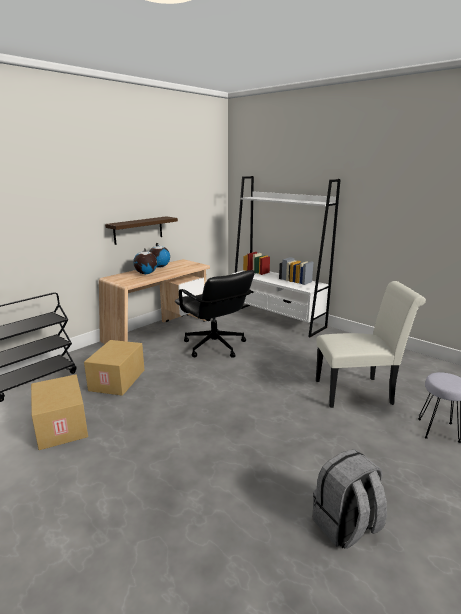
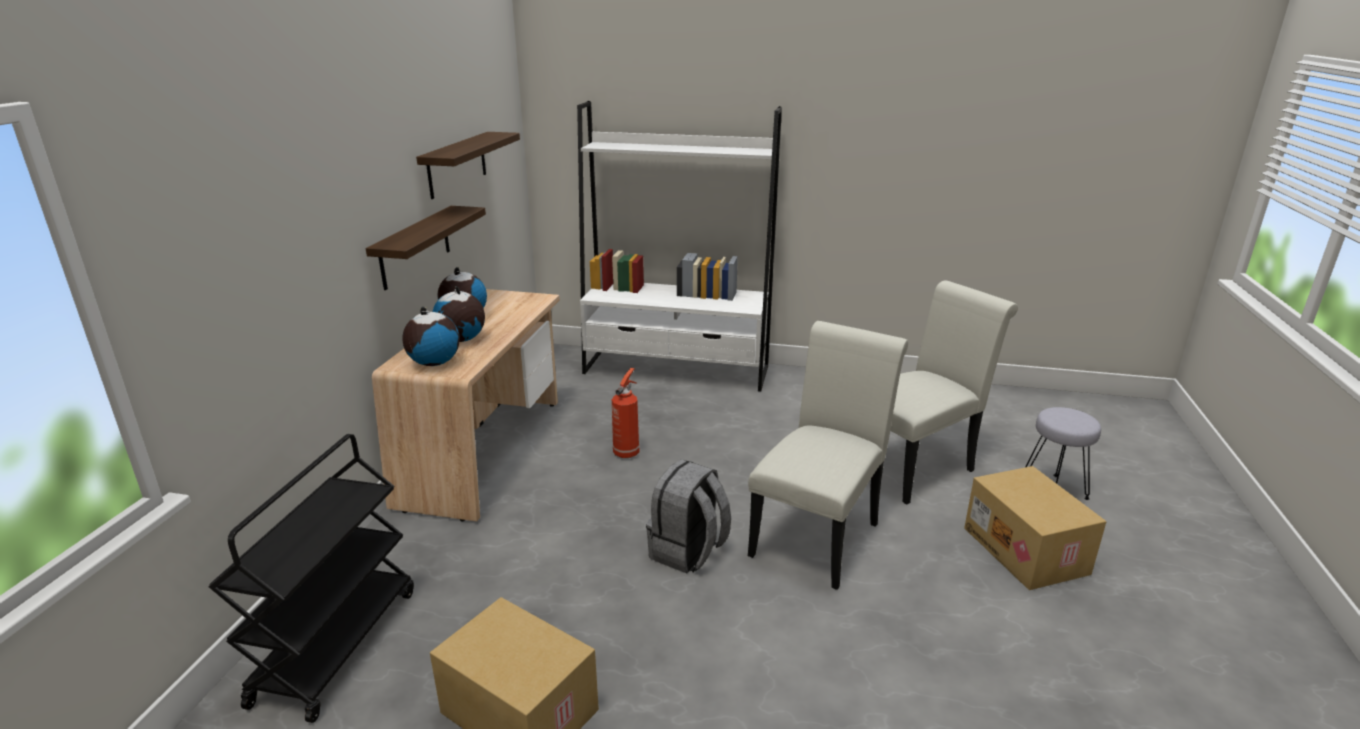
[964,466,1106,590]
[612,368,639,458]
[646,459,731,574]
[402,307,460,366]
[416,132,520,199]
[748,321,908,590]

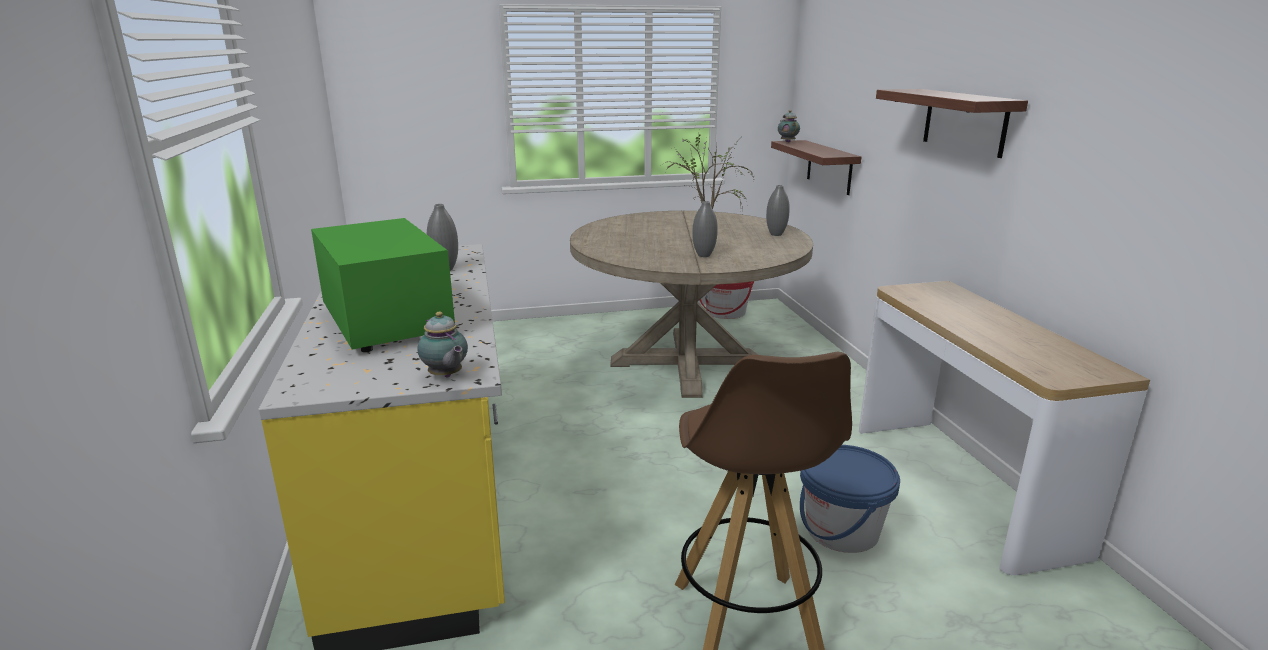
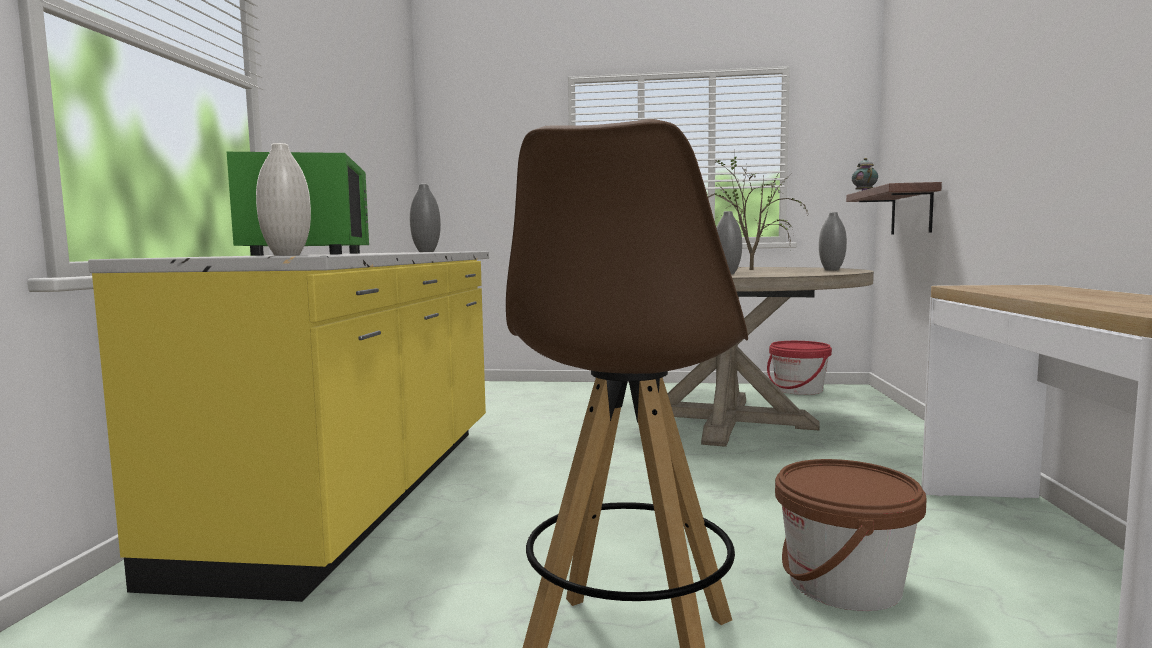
[256,143,311,256]
[775,459,927,611]
[876,89,1028,158] (first image)

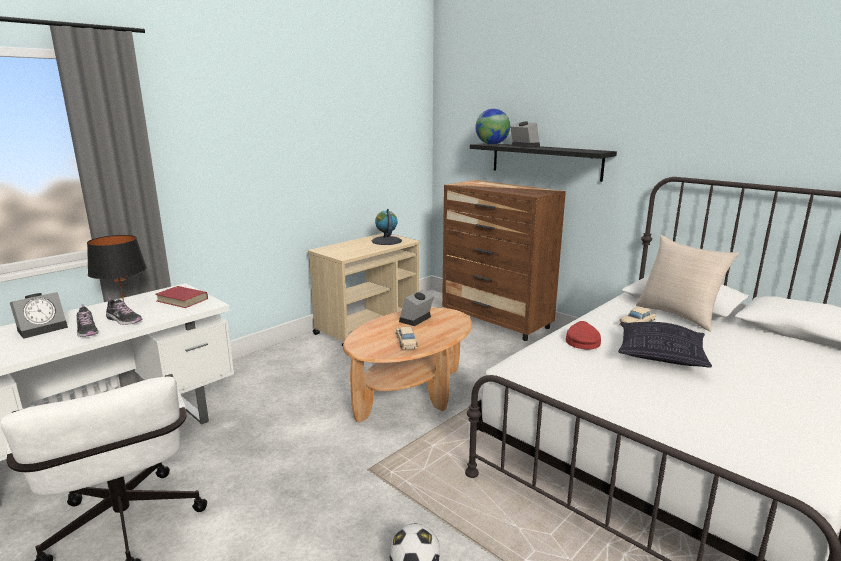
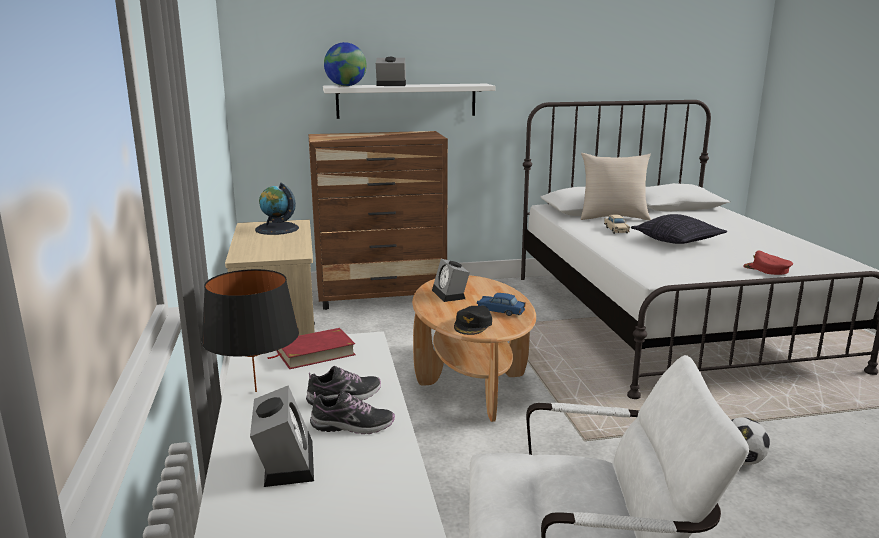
[477,293,526,316]
[323,84,496,119]
[743,250,793,275]
[454,306,492,335]

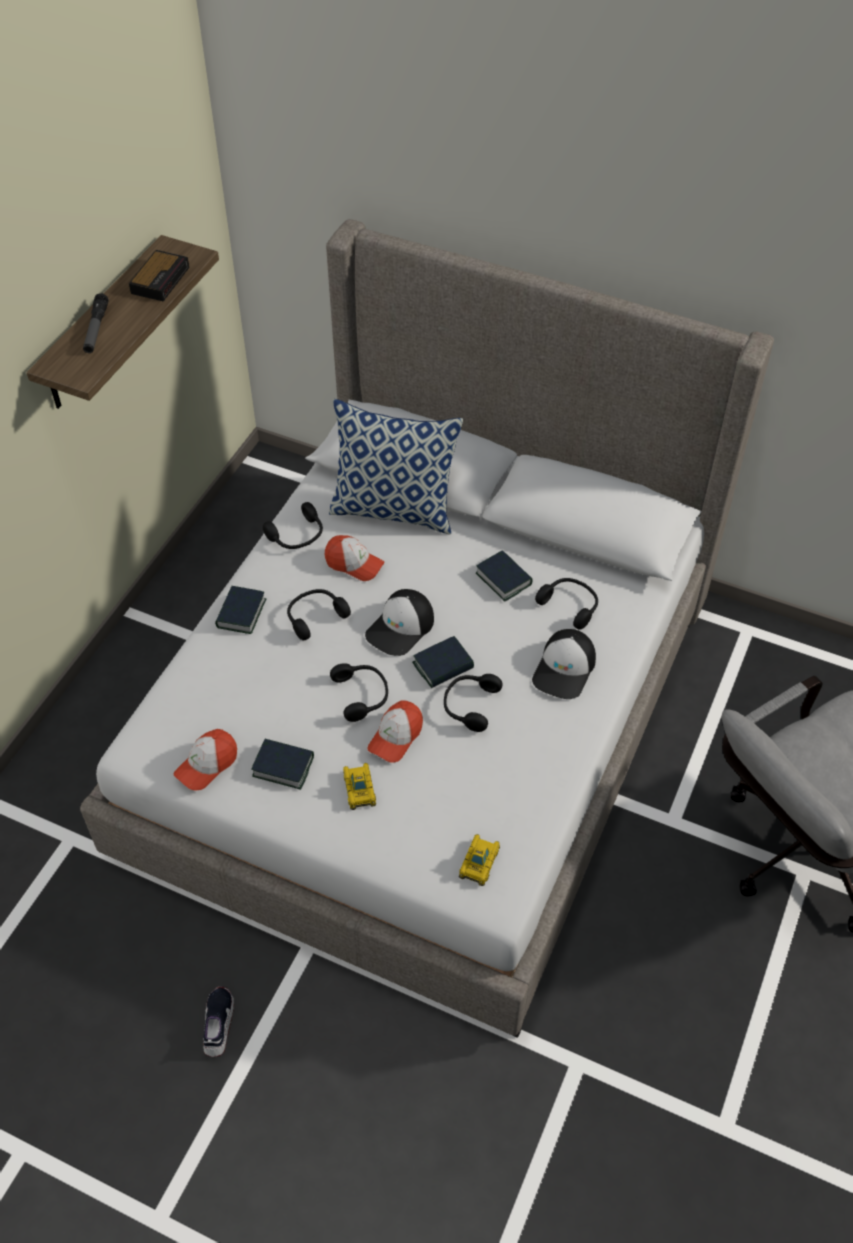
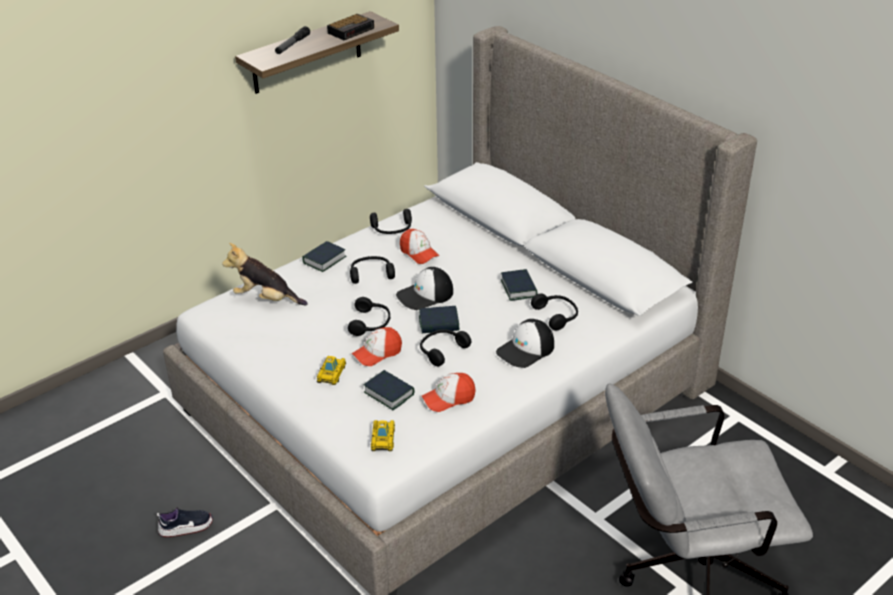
[422,373,476,412]
[157,507,213,537]
[363,370,414,410]
[329,399,463,534] (first image)
[371,420,395,451]
[222,243,308,305]

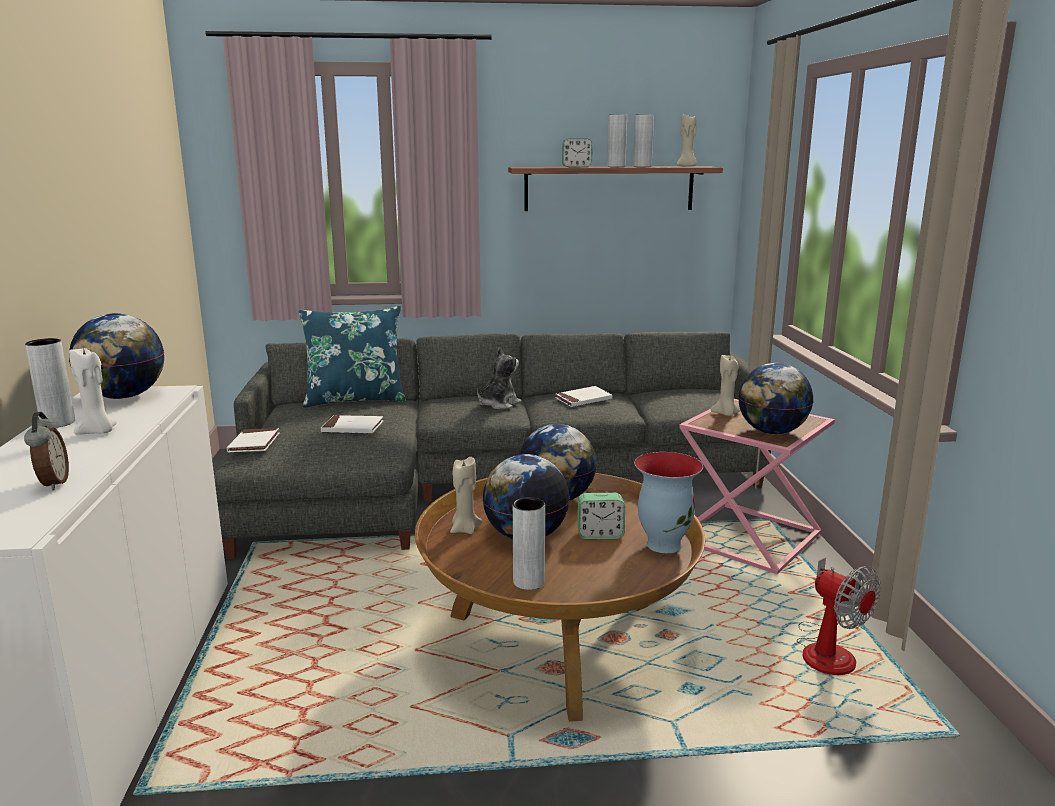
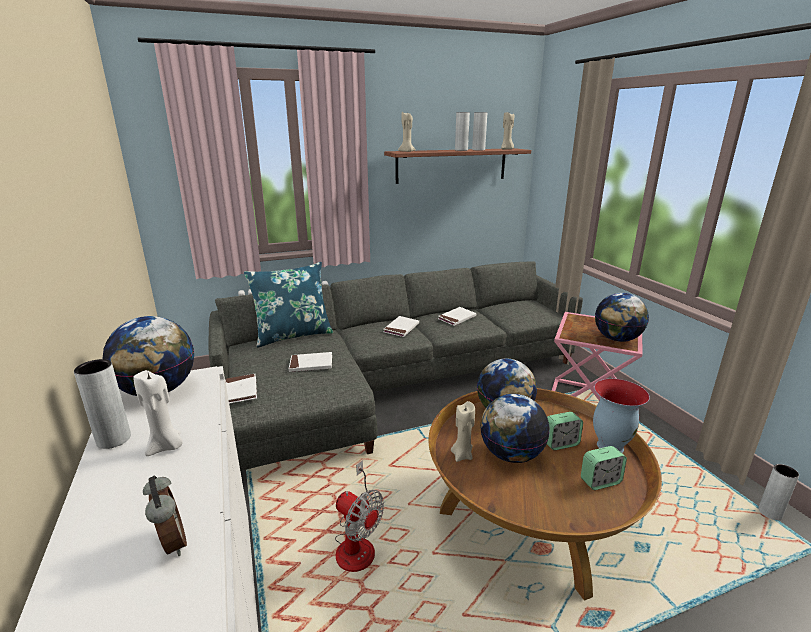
[384,316,419,337]
[758,464,799,521]
[581,446,627,490]
[398,112,416,152]
[335,460,384,572]

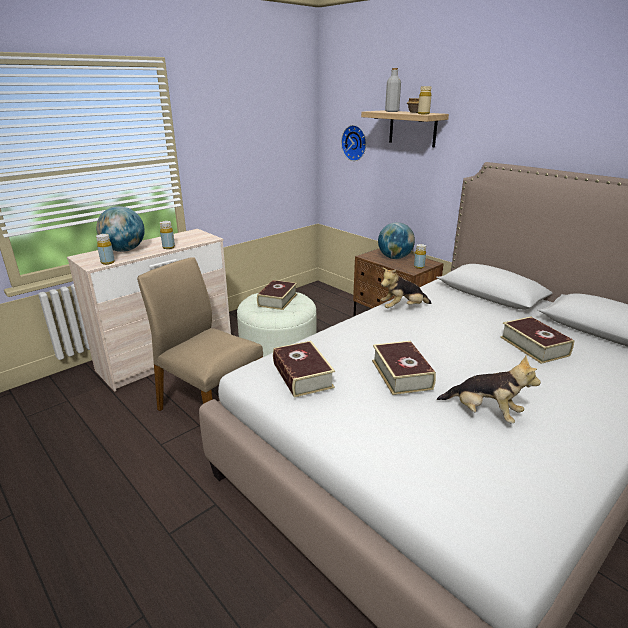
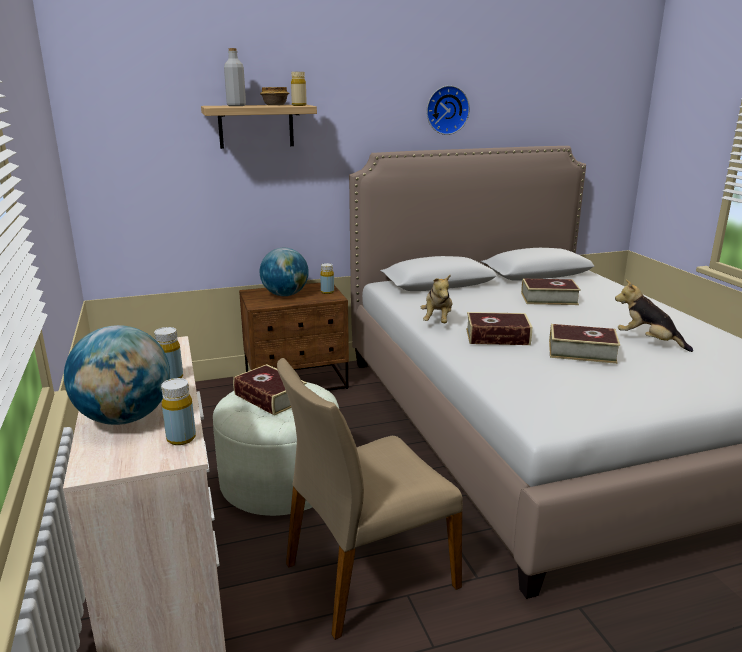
[466,312,532,345]
[427,85,470,135]
[615,280,693,352]

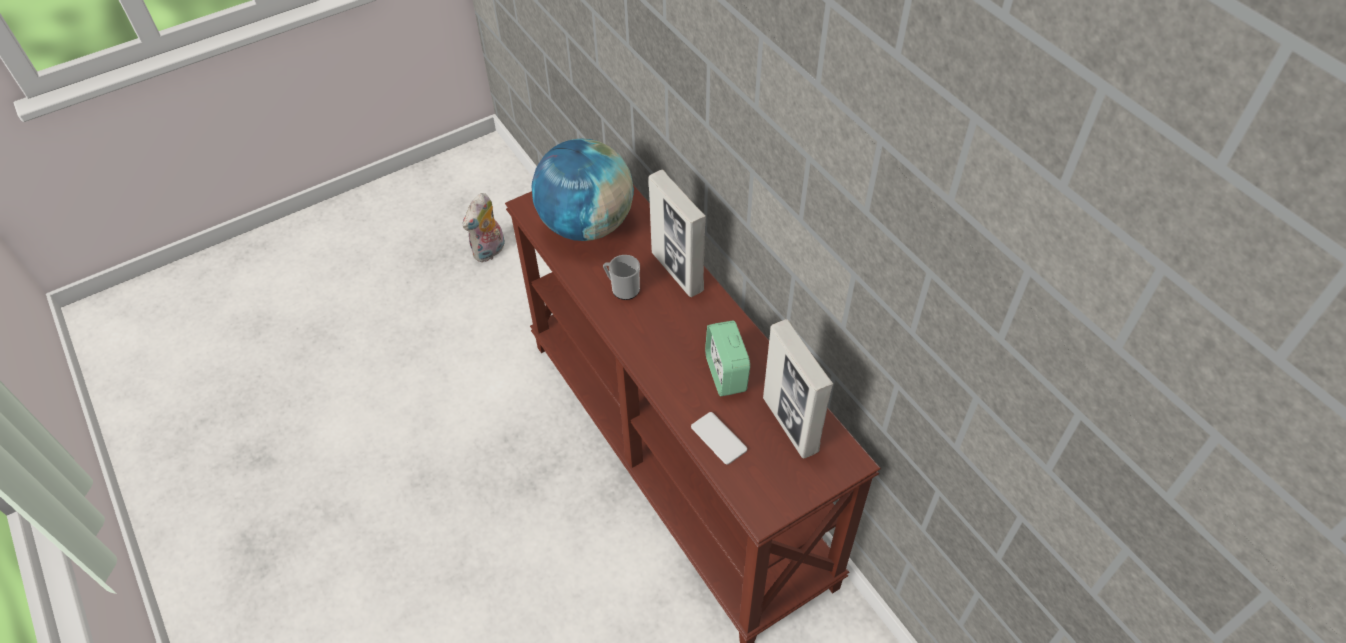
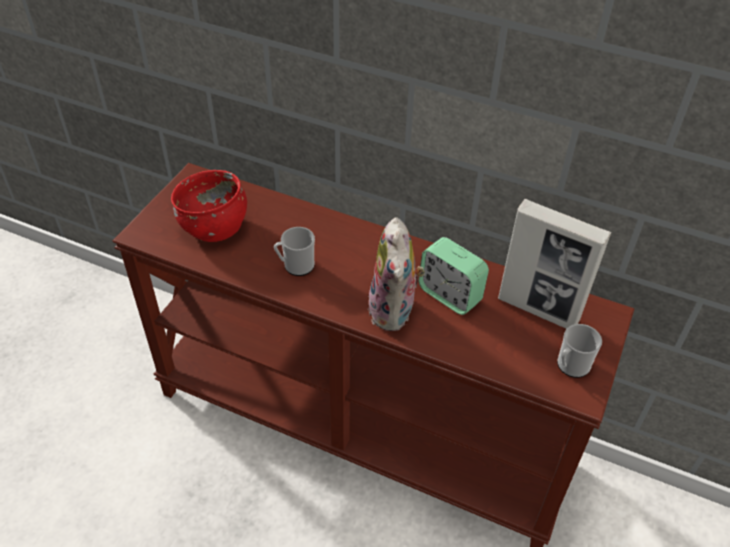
[368,217,425,331]
[171,170,247,242]
[649,170,706,297] (first image)
[691,412,747,465] (first image)
[557,324,602,378]

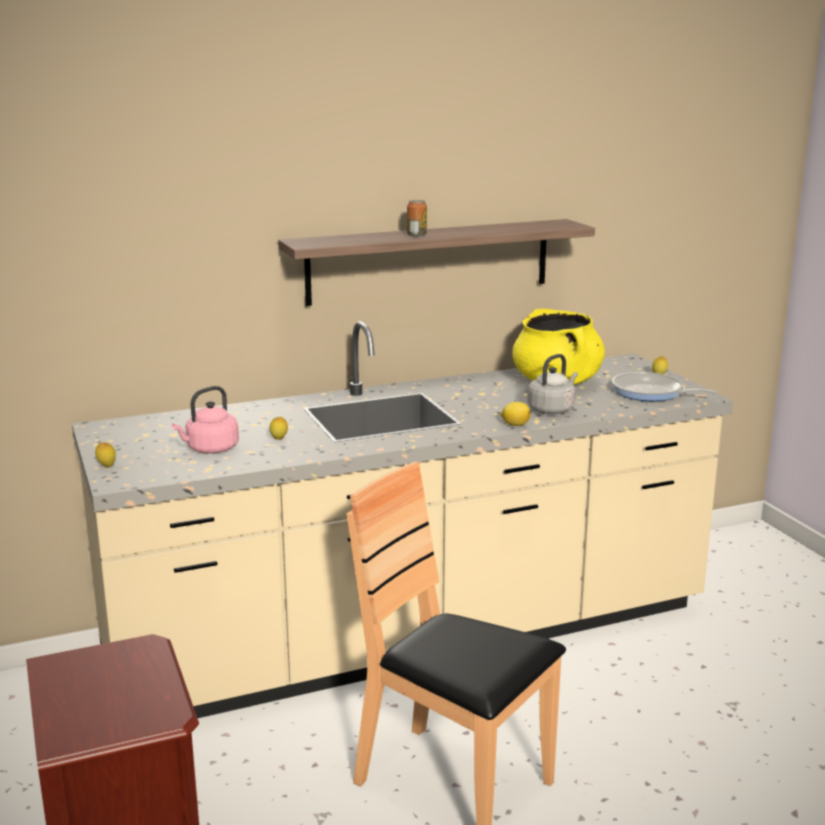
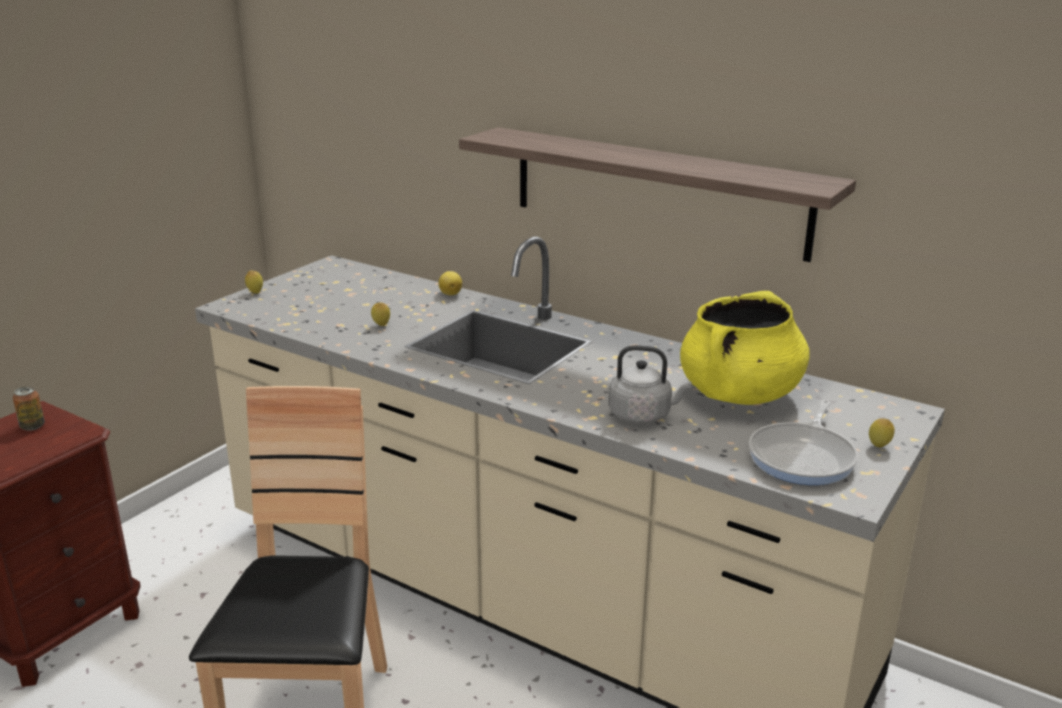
[172,386,239,454] (first image)
[13,386,45,431]
[438,271,462,295]
[749,400,858,485]

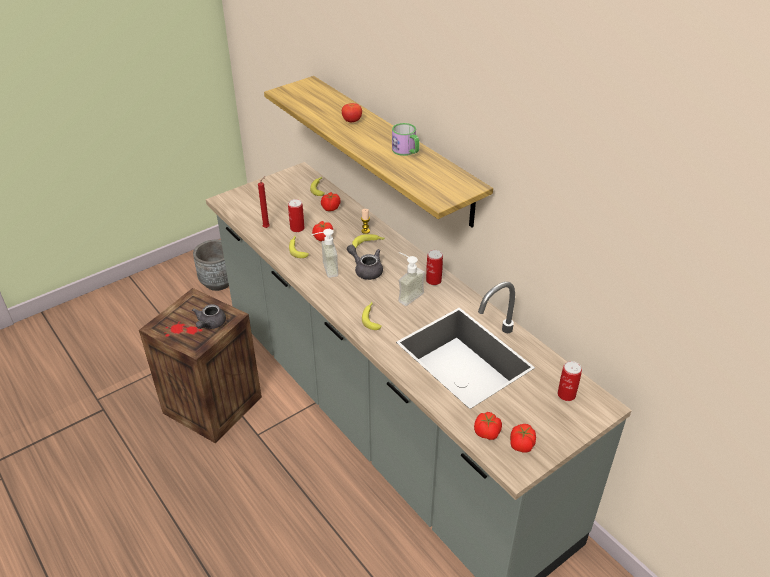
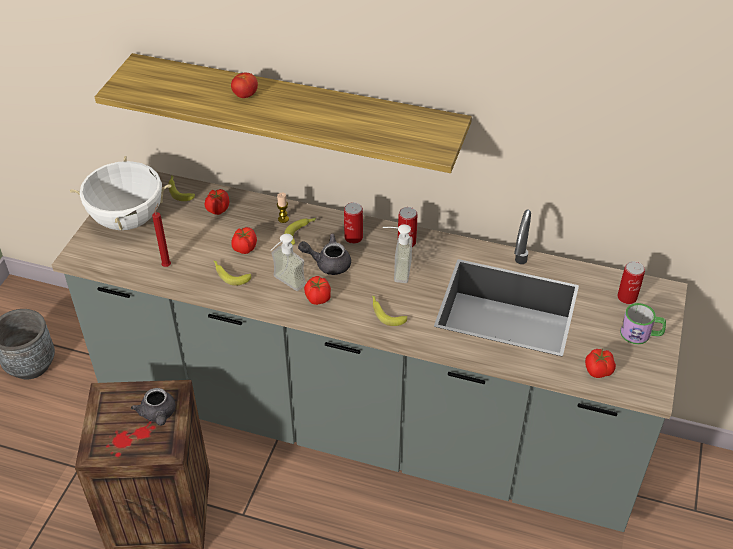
[344,202,363,244]
[620,303,666,345]
[304,276,331,305]
[70,156,171,230]

